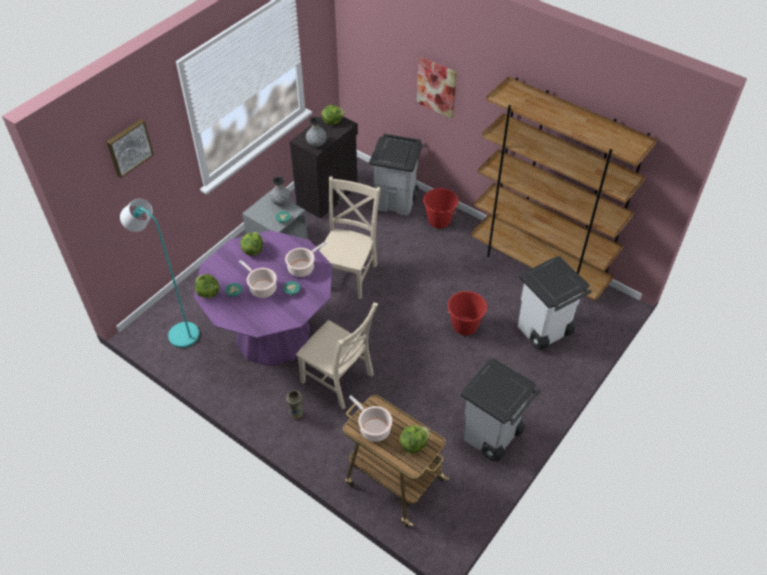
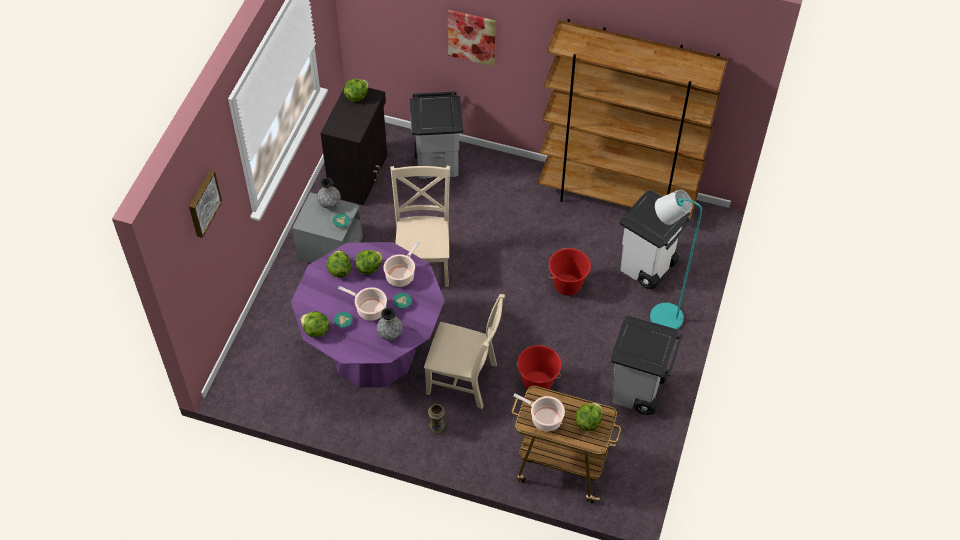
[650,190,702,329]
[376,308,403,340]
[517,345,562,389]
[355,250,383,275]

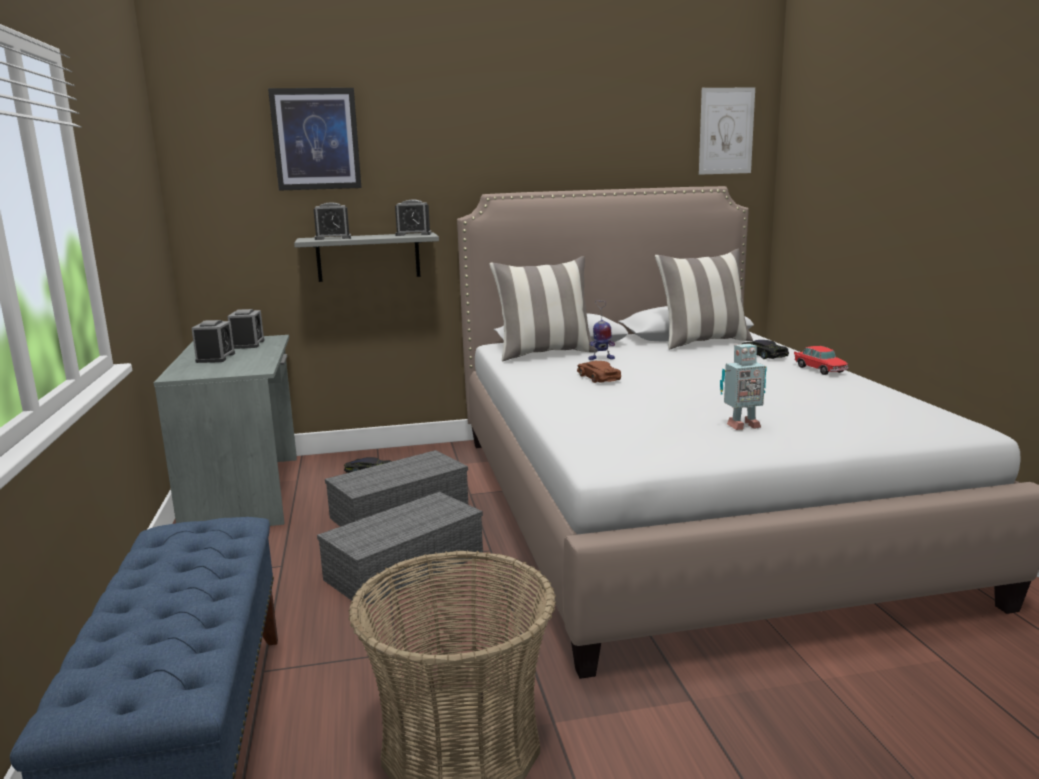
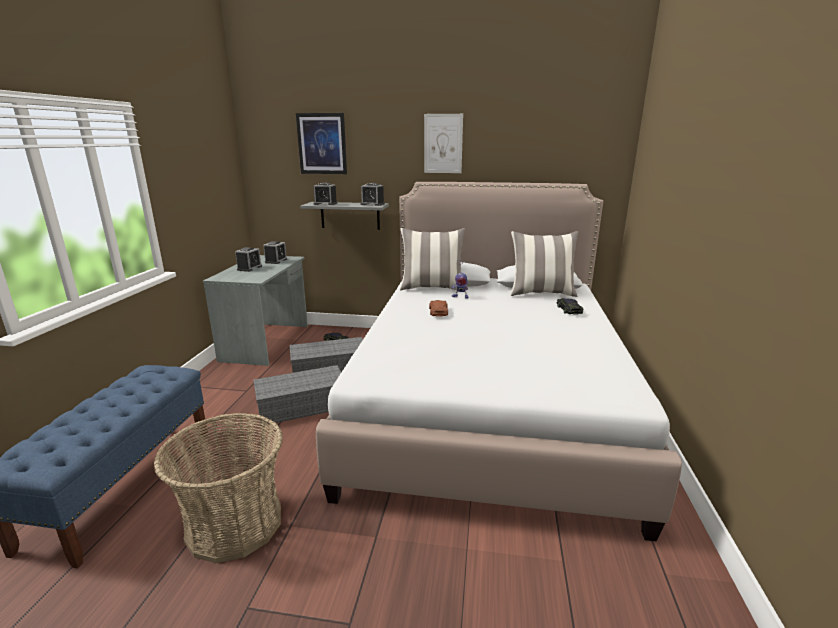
[424,114,463,173]
[720,344,767,430] (first image)
[794,346,848,375] (first image)

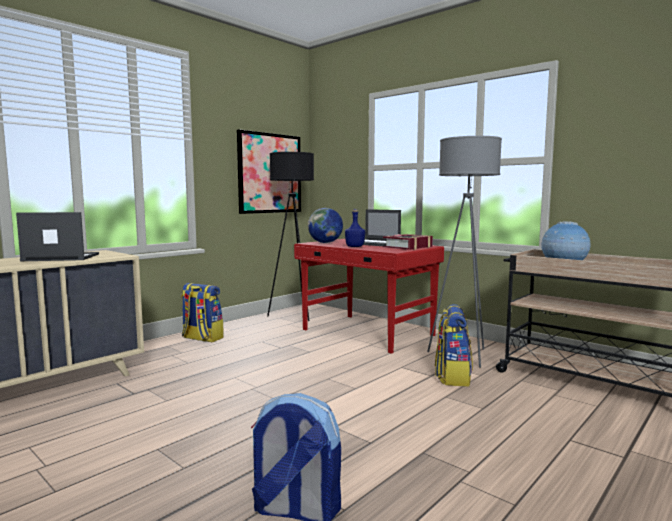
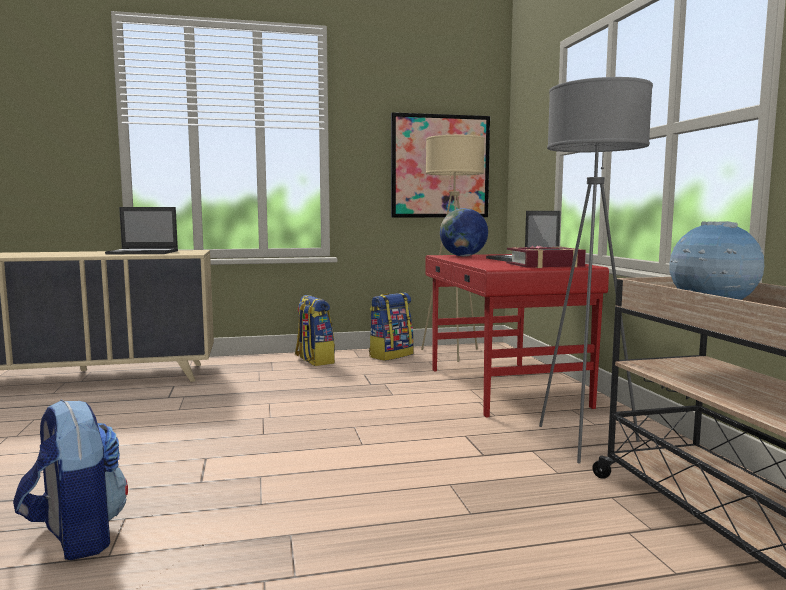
[105,207,178,254]
[421,135,485,362]
[345,209,365,247] (first image)
[369,293,414,361]

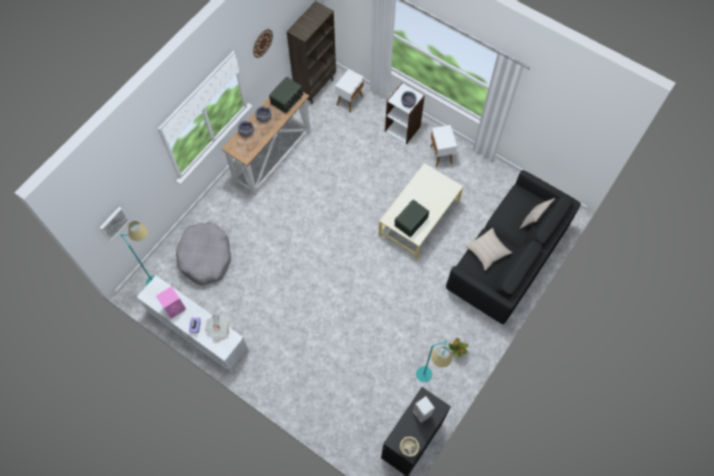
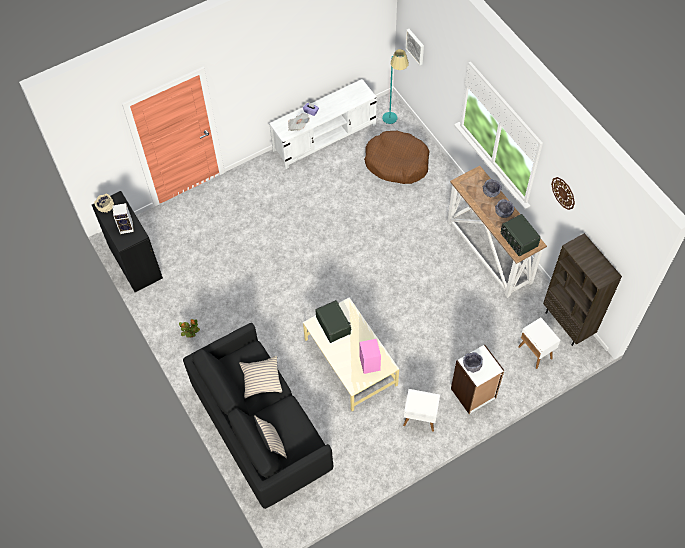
[360,339,381,374]
[364,131,429,184]
[416,340,452,382] (first image)

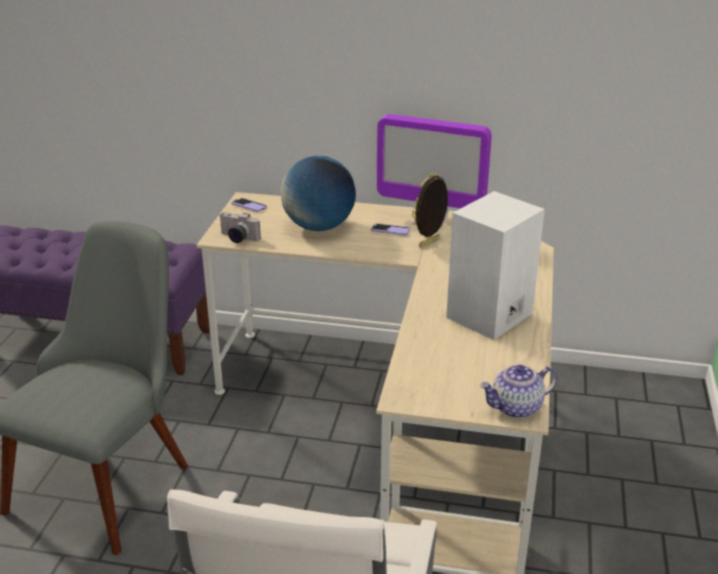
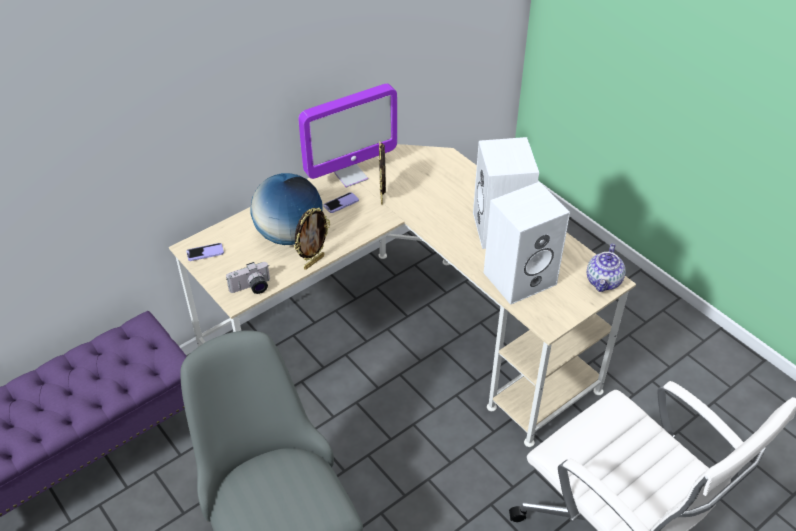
[294,208,330,270]
[484,182,570,305]

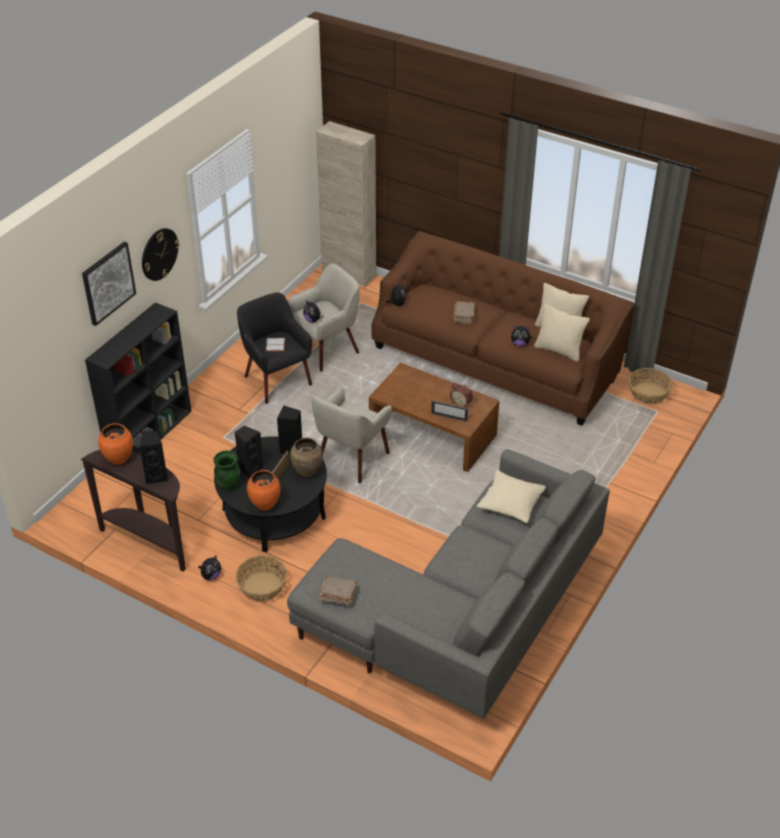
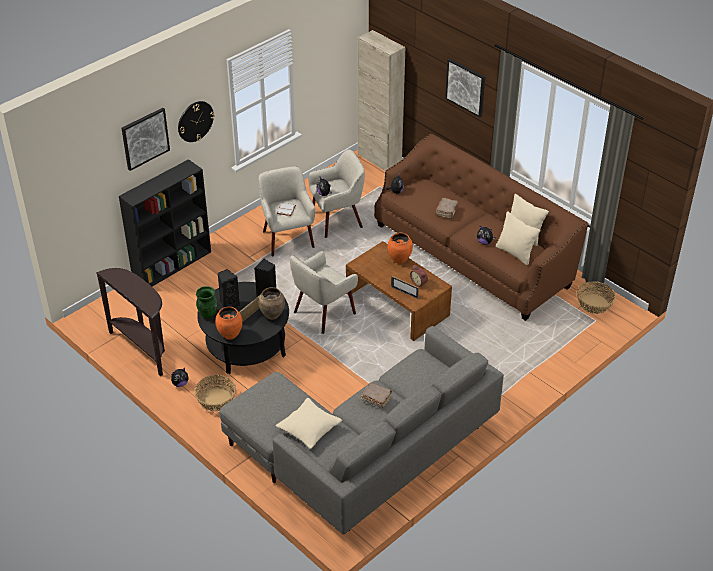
[388,233,413,264]
[139,430,168,485] (first image)
[258,166,316,256]
[361,383,392,408]
[276,398,342,449]
[445,58,485,118]

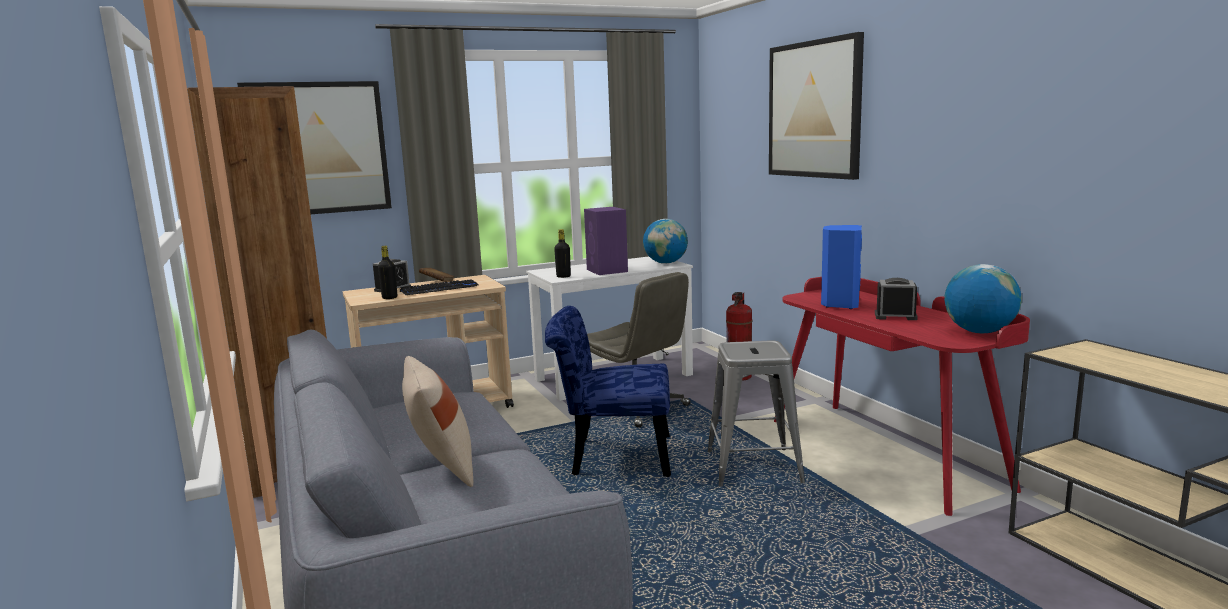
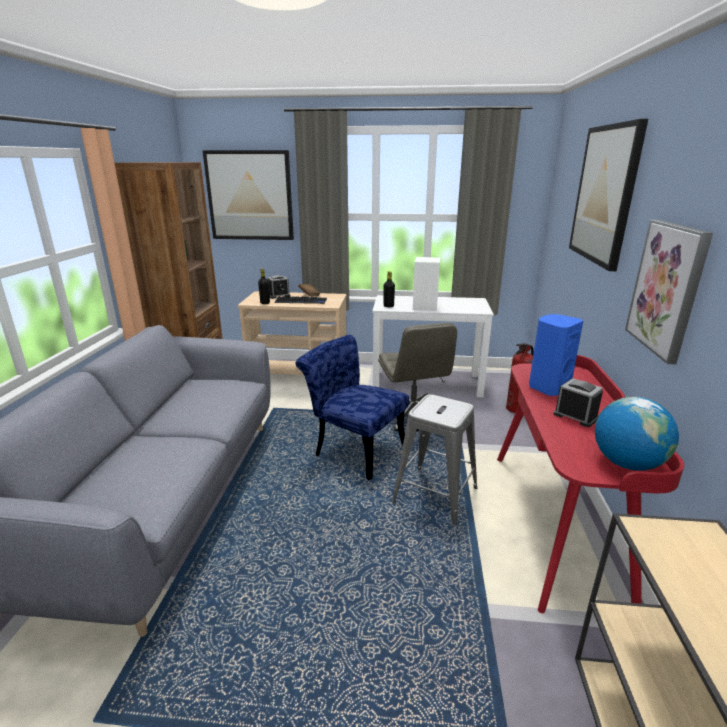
[402,356,473,487] (first image)
[413,257,440,311]
[643,219,688,264] (first image)
[625,220,713,365]

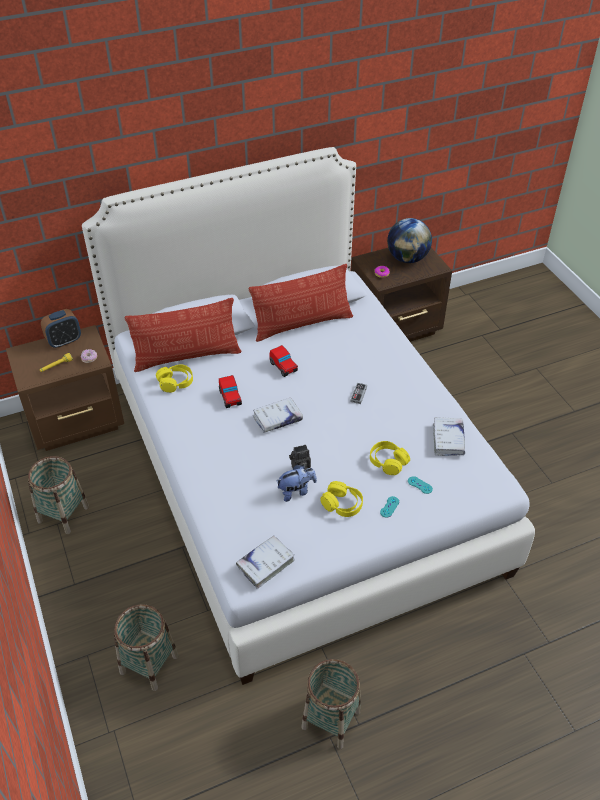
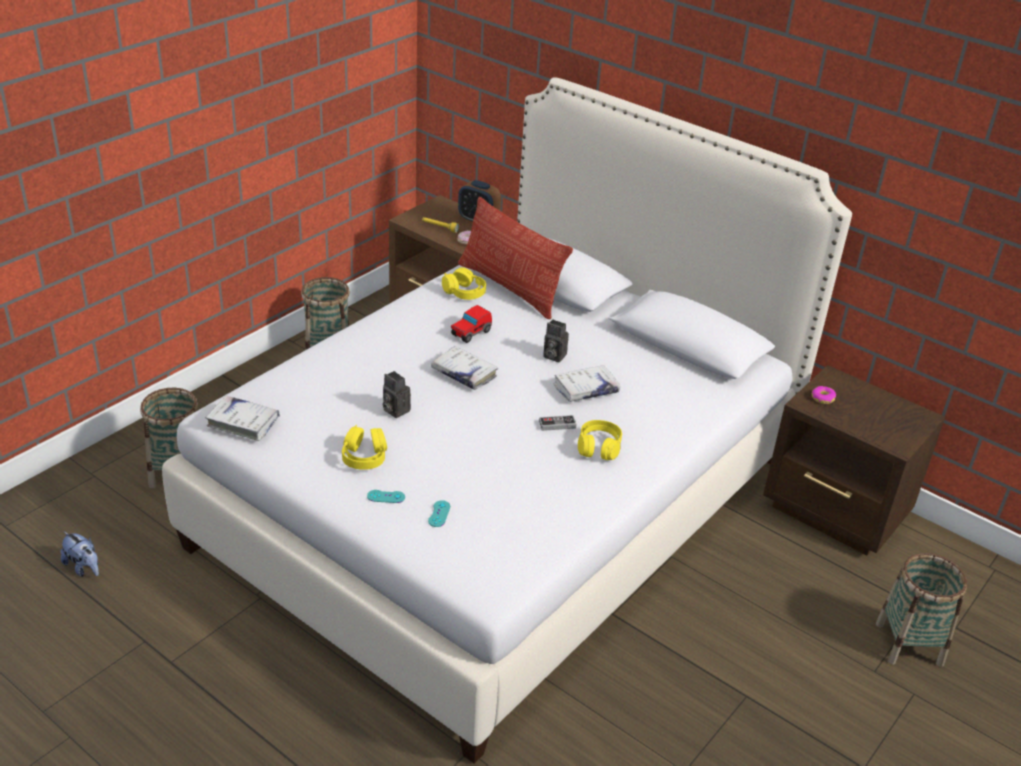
[249,264,353,342] (first image)
[543,320,569,362]
[61,531,99,577]
[876,553,967,667]
[578,420,622,460]
[387,218,432,263] (first image)
[553,365,620,402]

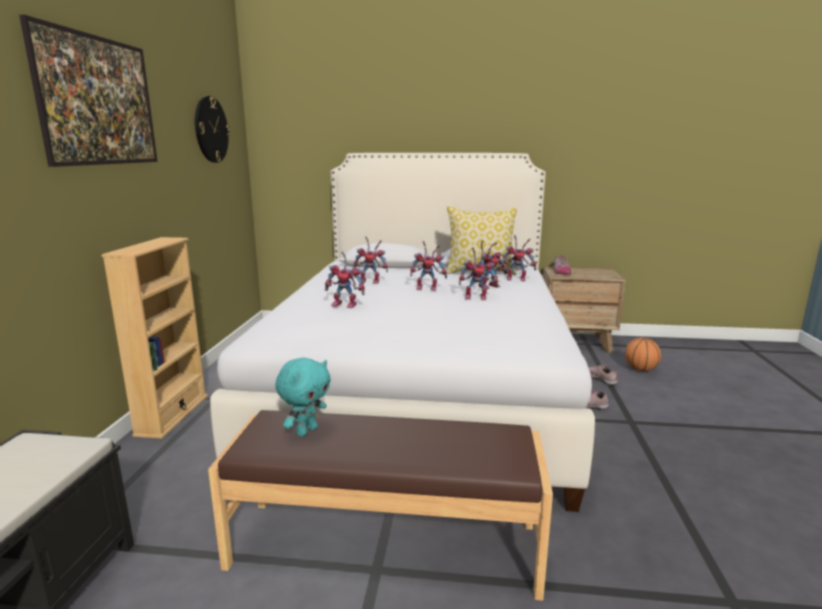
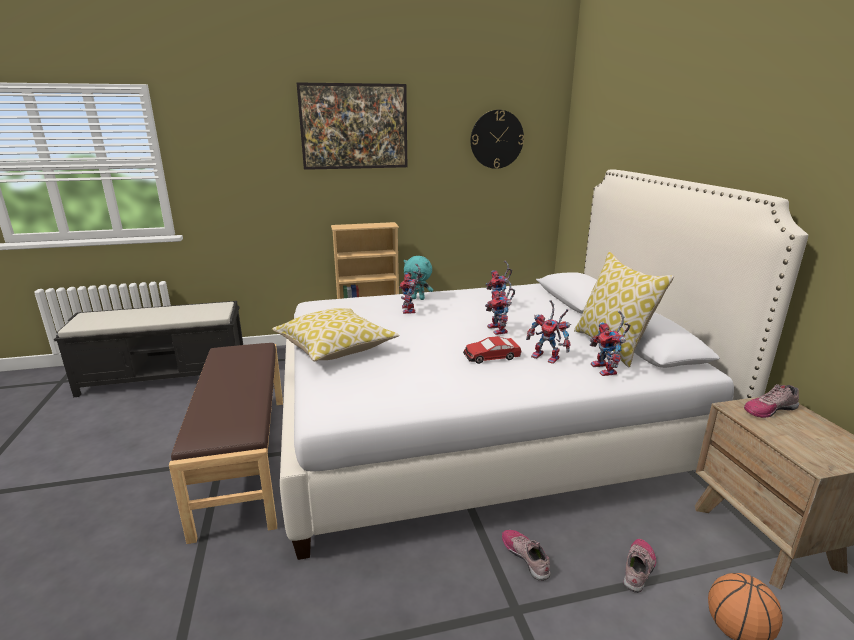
[404,256,433,300]
[463,336,521,364]
[272,308,399,361]

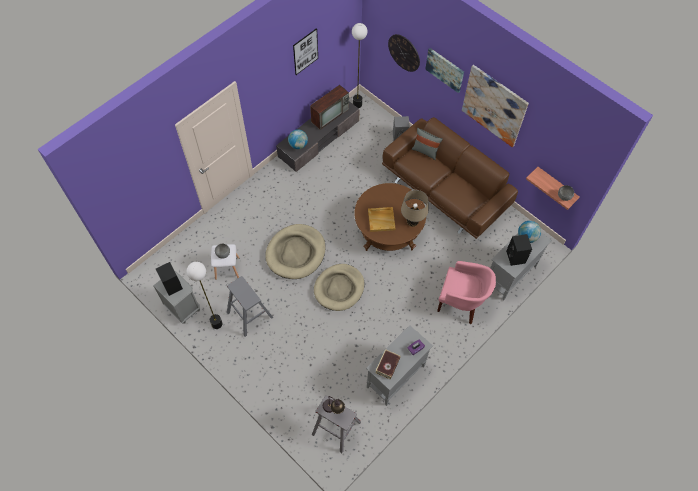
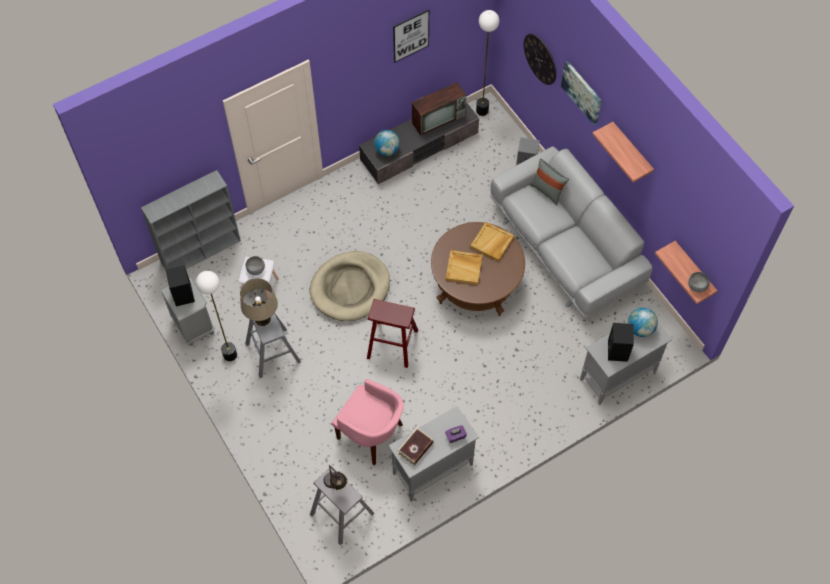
[367,299,418,368]
[490,147,652,318]
[240,278,278,326]
[331,379,404,465]
[592,122,654,182]
[141,170,241,270]
[470,222,514,262]

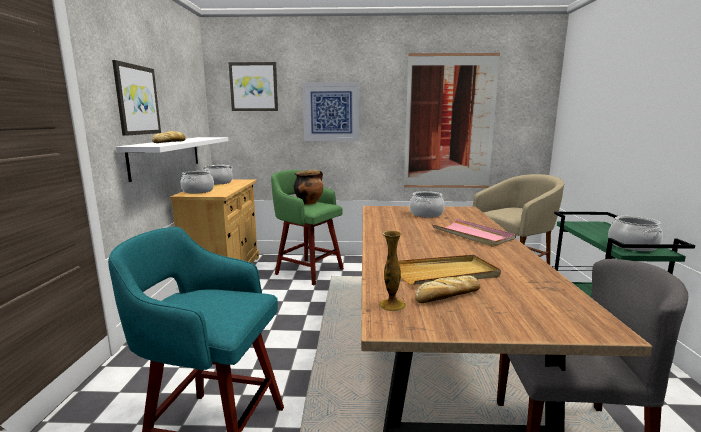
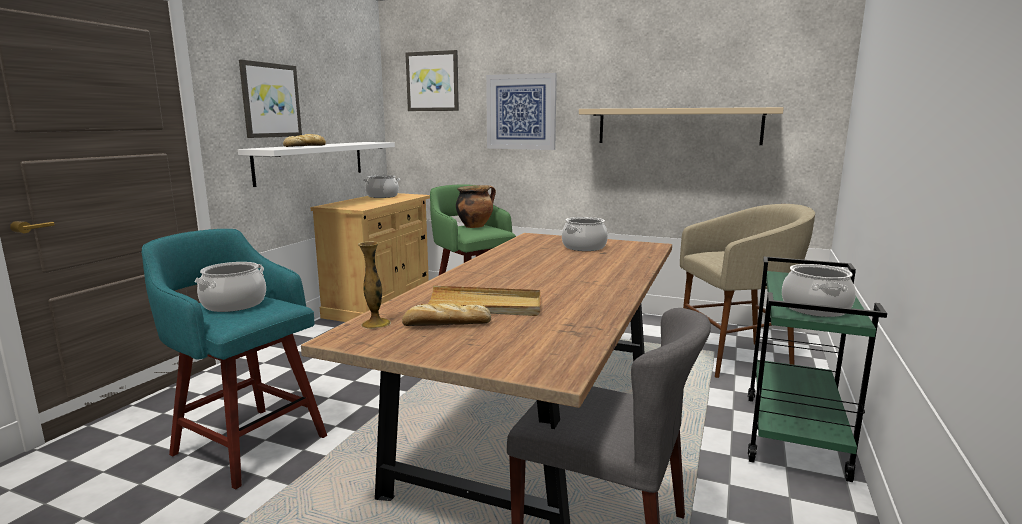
[195,262,266,312]
[579,107,784,145]
[432,219,515,247] (first image)

